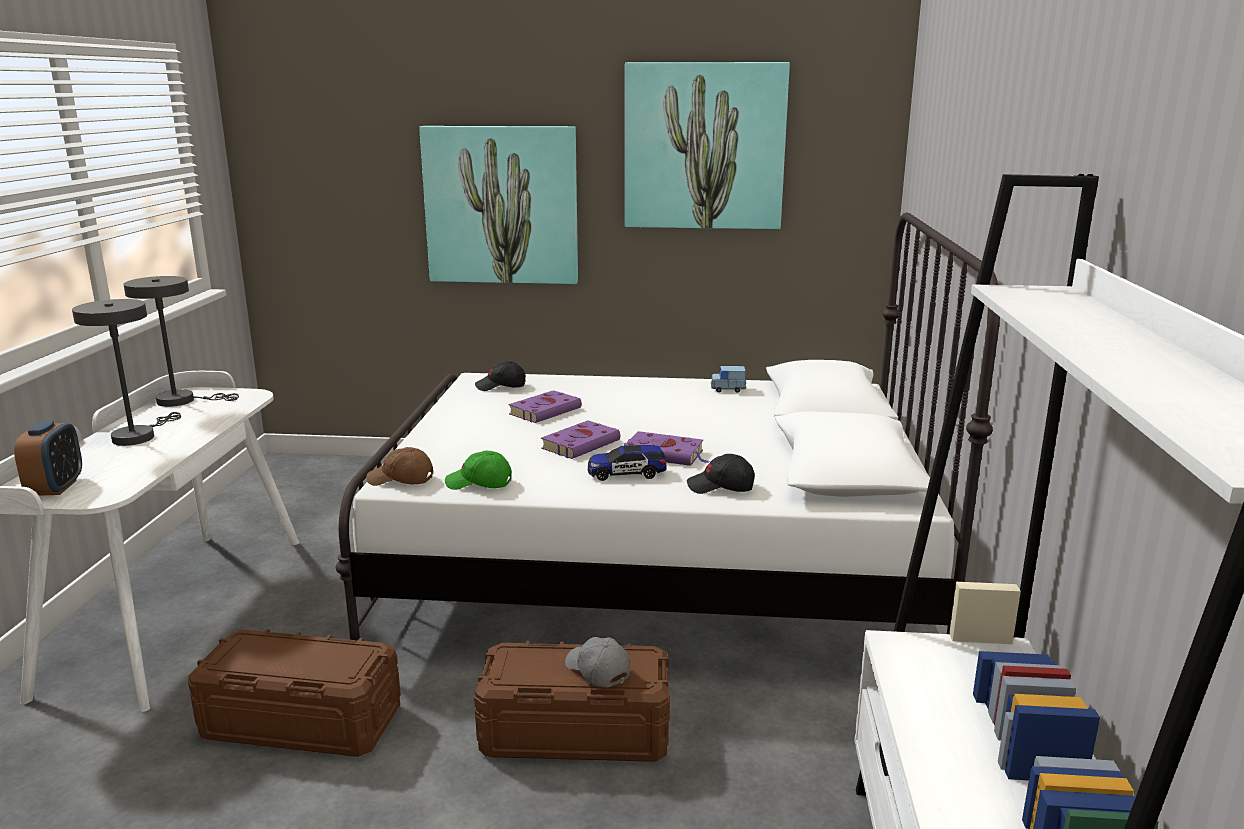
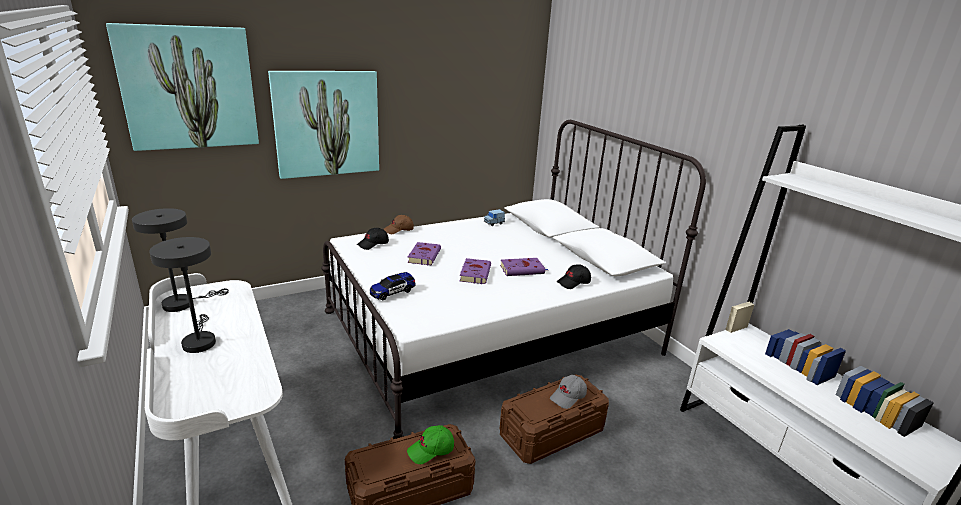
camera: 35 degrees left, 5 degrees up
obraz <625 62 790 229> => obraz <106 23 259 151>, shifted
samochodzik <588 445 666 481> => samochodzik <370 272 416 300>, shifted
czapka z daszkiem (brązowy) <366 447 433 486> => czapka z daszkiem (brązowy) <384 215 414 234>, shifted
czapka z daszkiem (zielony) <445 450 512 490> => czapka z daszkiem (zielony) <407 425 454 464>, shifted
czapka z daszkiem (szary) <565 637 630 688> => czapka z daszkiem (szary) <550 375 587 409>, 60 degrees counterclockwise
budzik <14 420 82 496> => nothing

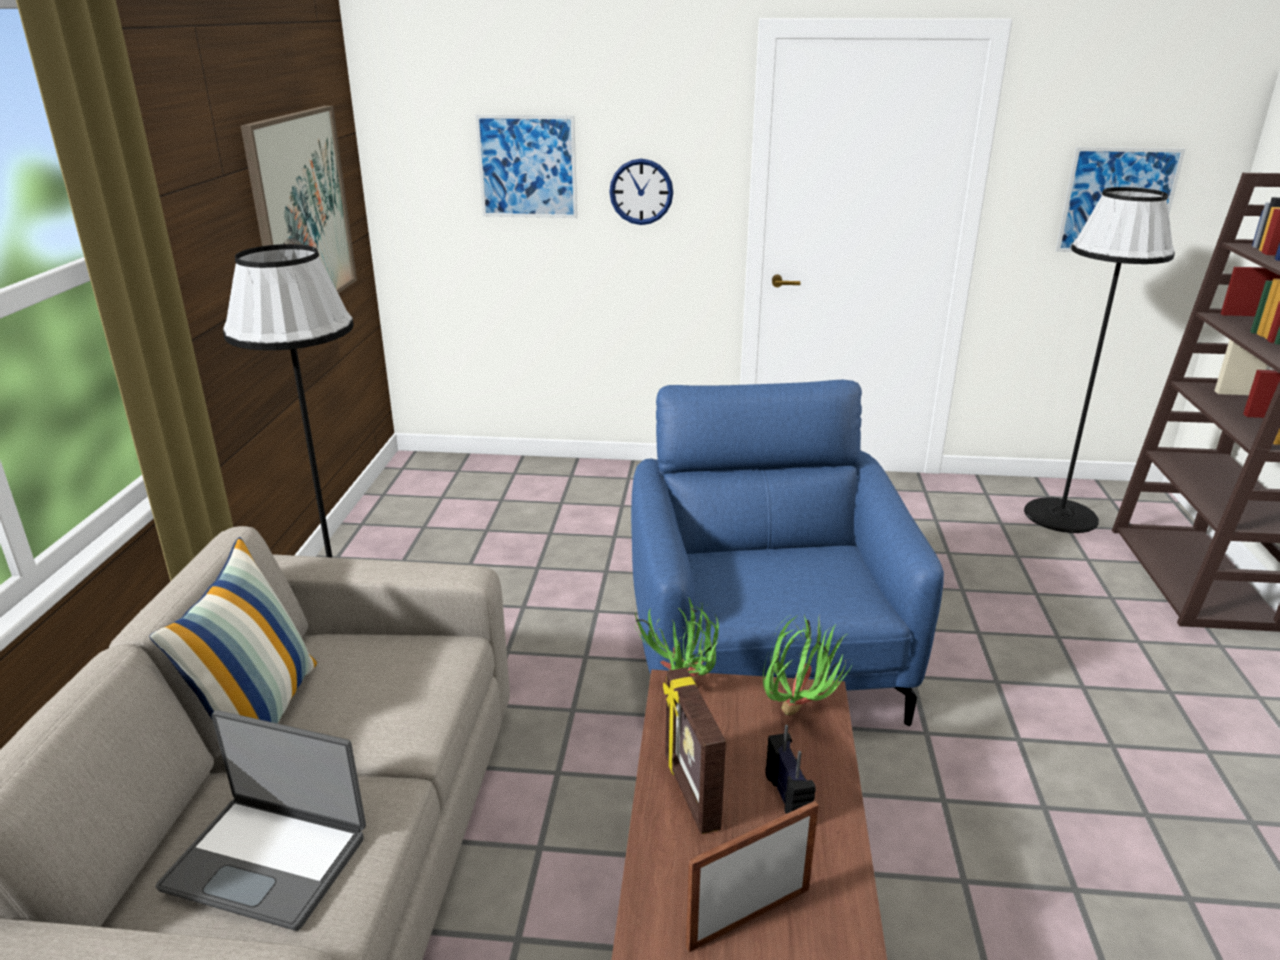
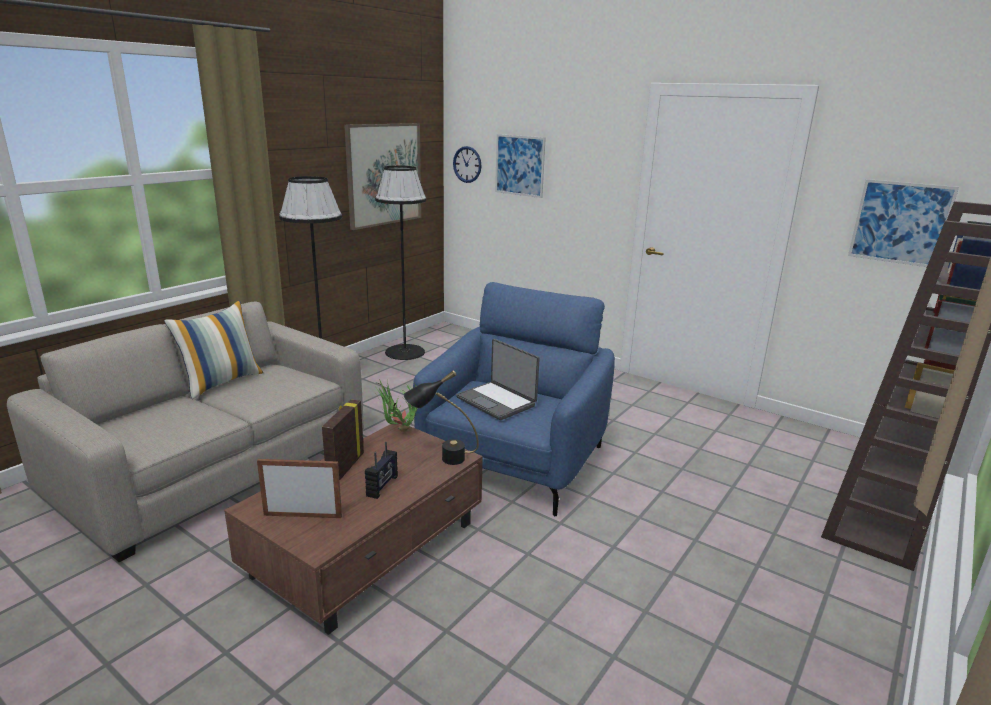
camera: 30 degrees right, 5 degrees down
lampa stojąca (czarny) <1024 187 1175 533> => lampa stojąca (czarny) <375 165 427 360>, shifted
roślina doniczkowa <763 613 854 716> => lampa stołowa (czarny) <404 370 479 465>
zegar ścienny <609 159 673 225> => zegar ścienny <453 146 481 183>, shifted
laptop <155 710 366 931> => laptop <456 339 540 420>, shifted

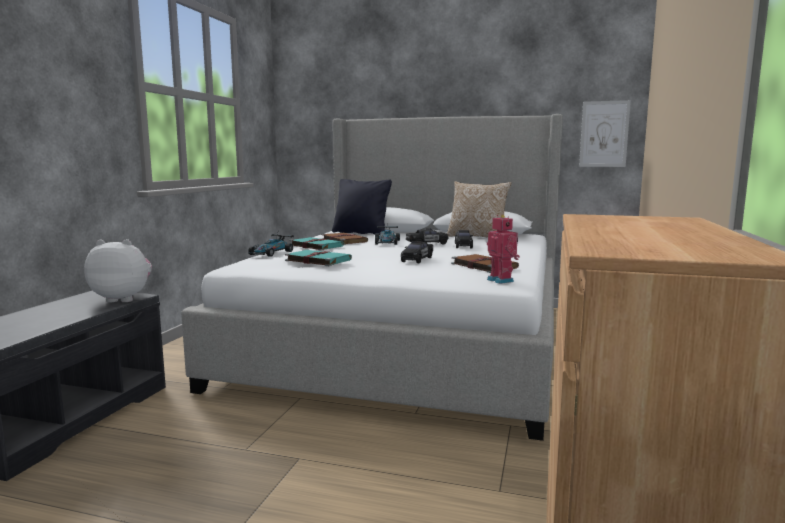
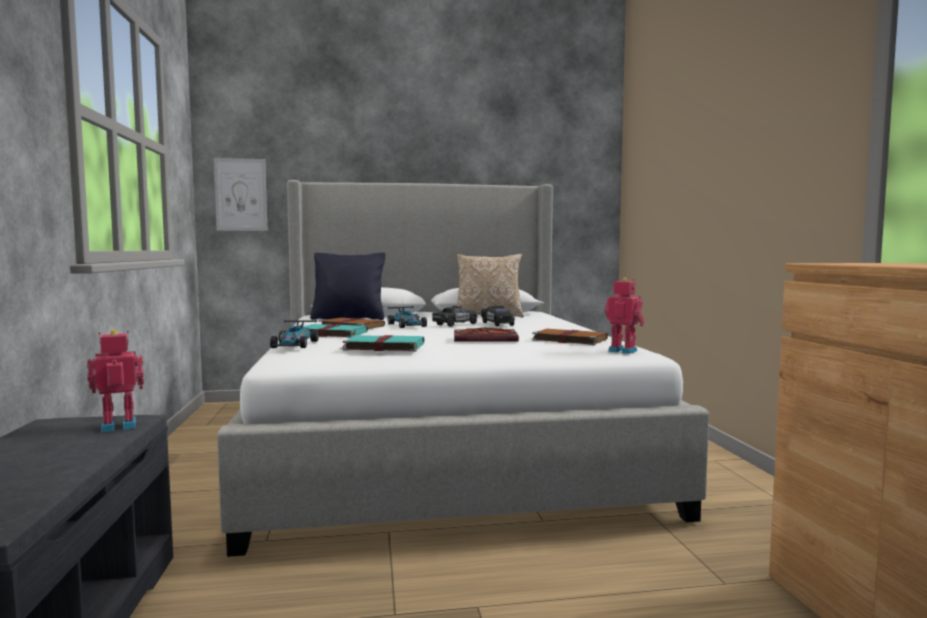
camera: 25 degrees left, 5 degrees down
pluszak <84 239 152 302> => robot zabawkowy <87 330 144 432>
obraz <579 100 631 167> => obraz <214 158 267 231>, shifted
samochodzik (czarny) <401 241 433 263> => książka <454 328 519 342>

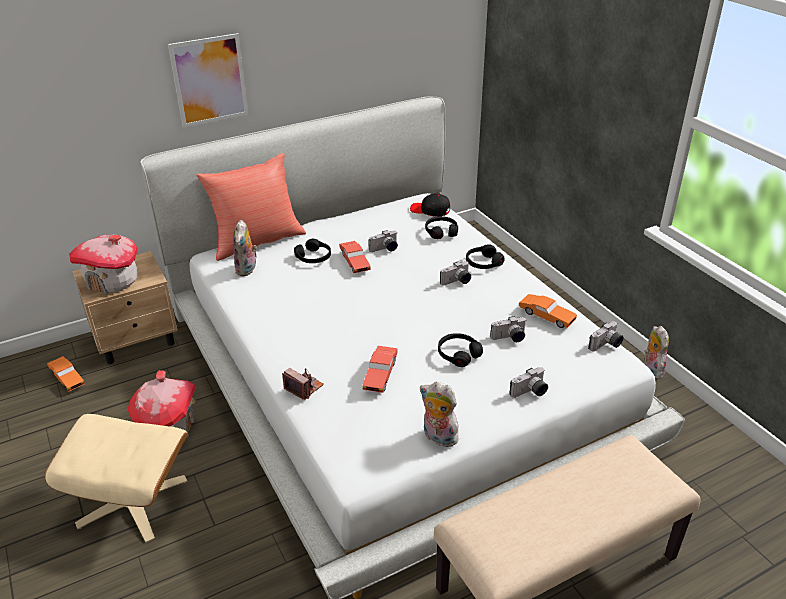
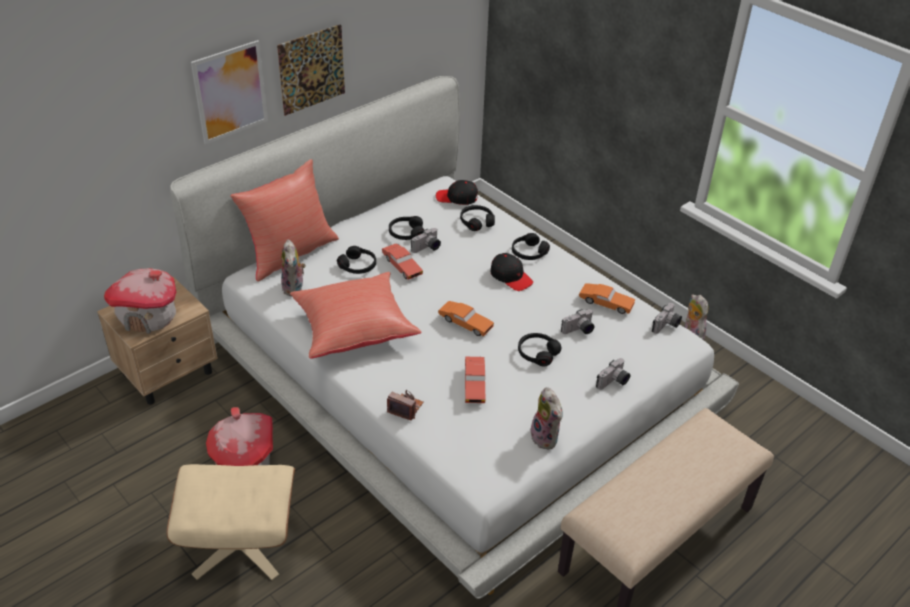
camera: 15 degrees left, 5 degrees up
nothing => obraz <277 24 345 116>
nothing => poduszka (czerwony) <290 272 421 359>
nothing => słuchawki (czarny) <389 216 424 240>
samochodzik (pomarańczowy) <47 356 85 392> => samochodzik (pomarańczowy) <438 301 494 336>, shifted
aparat fotograficzny <440 261 471 286> => czapka z daszkiem (czarny) <490 253 533 291>
pluszak <420 382 459 447> => pluszak <531 387 563 450>, 135 degrees counterclockwise

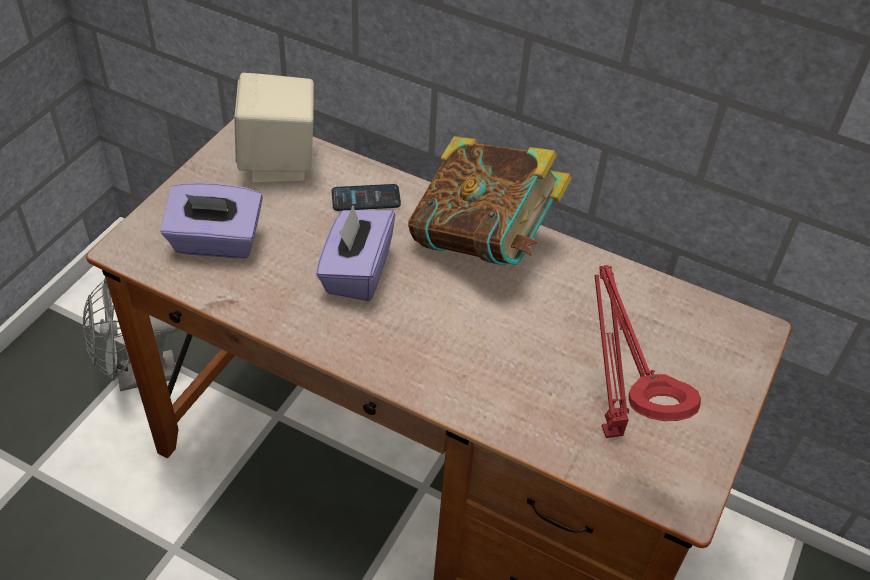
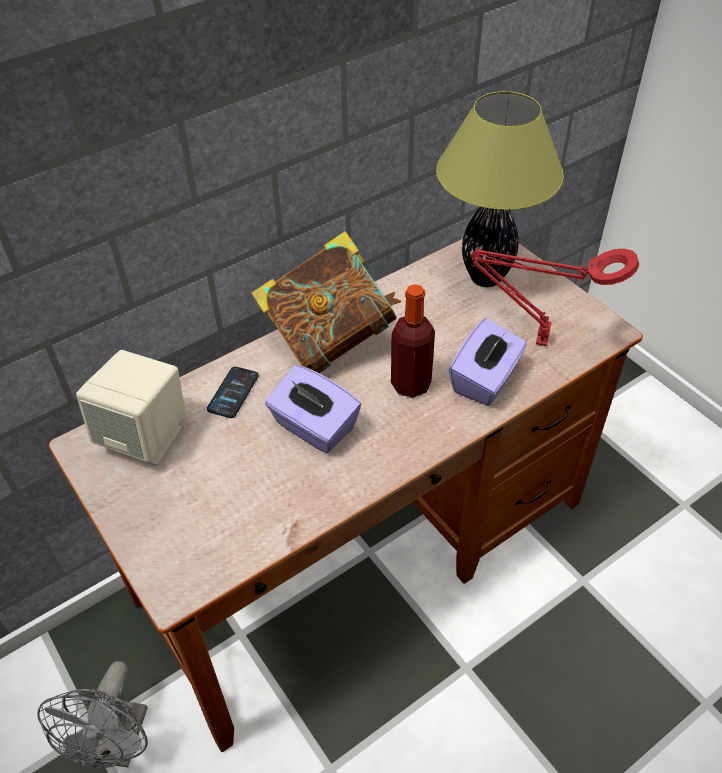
camera: 60 degrees left, 0 degrees up
nothing => butelka <391 284 435 398>
nothing => lampa stołowa <436 91 564 287>
pudełko chusteczek (fioletowy) <161 183 263 258> => pudełko chusteczek (fioletowy) <449 318 527 406>, shifted

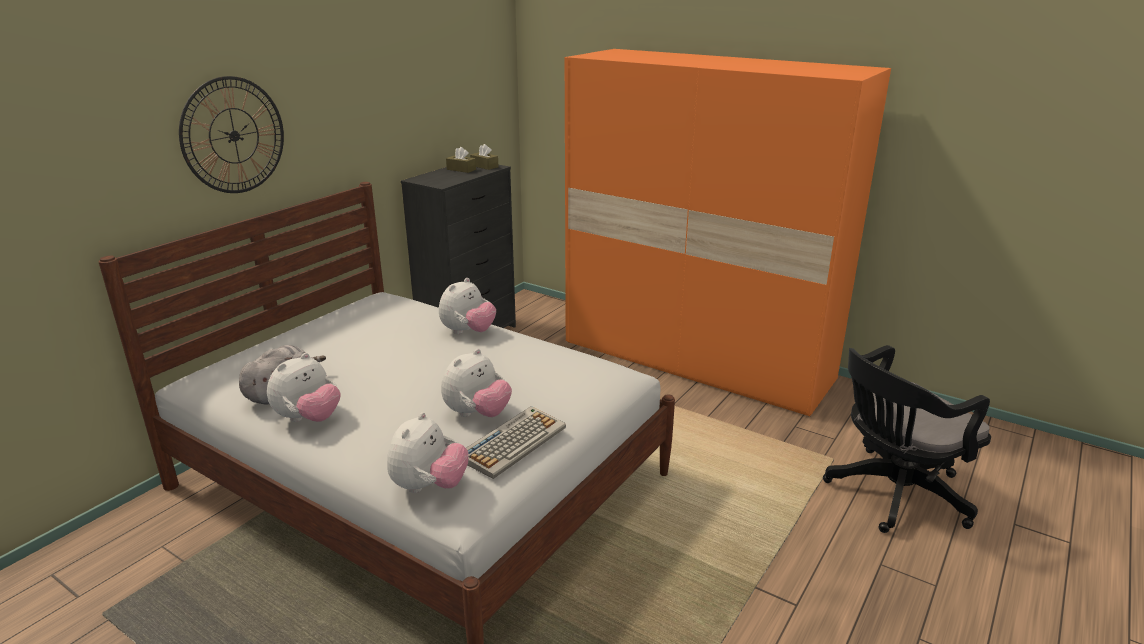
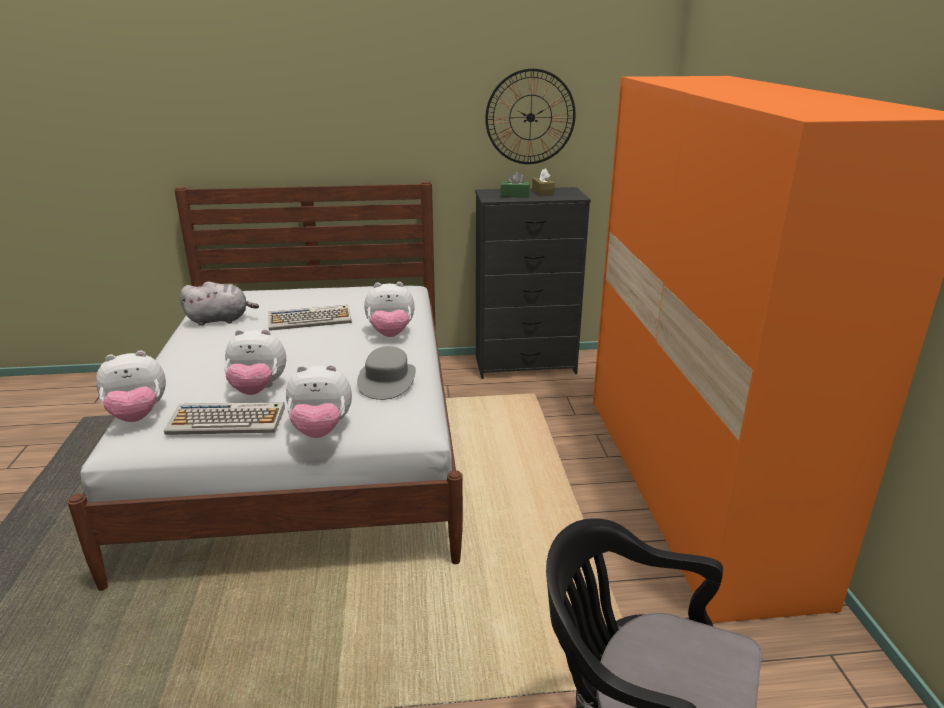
camera: 50 degrees right, 0 degrees up
nothing => klawiatura <268 305 352 331>
pluszak <267 353 340 422> => pluszak <286 365 352 438>, shifted
nothing => kapelusz (szary) <357 346 416 400>
zegar ścienny <179 76 284 193> => zegar ścienny <485 68 576 164>, shifted
nothing => pudełko chusteczek (zielony) <500 171 530 197>
pudełko chusteczek (brązowy) <470 144 498 170> => nothing

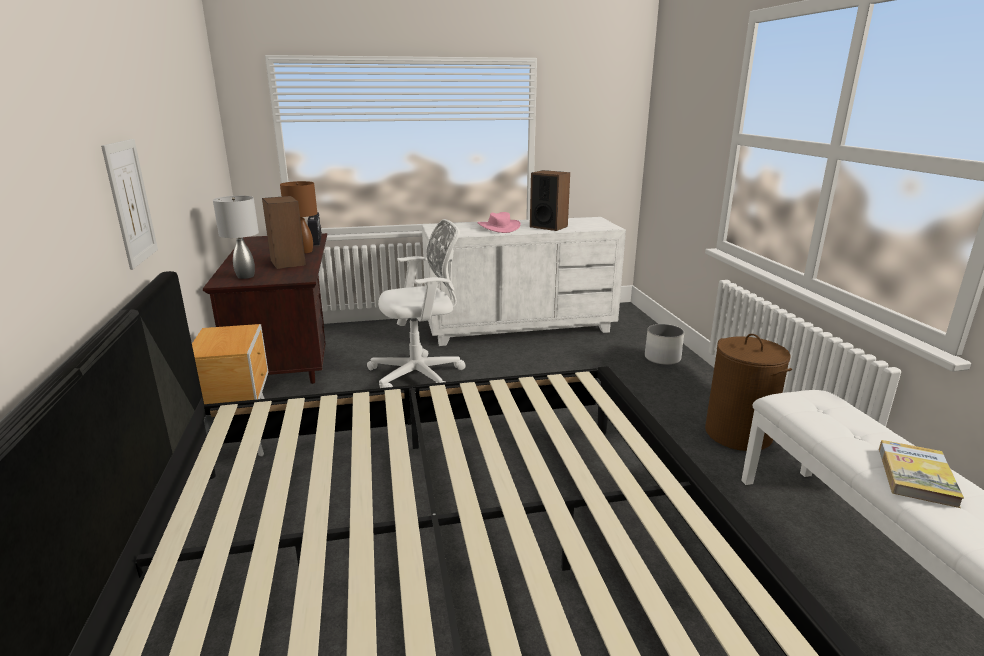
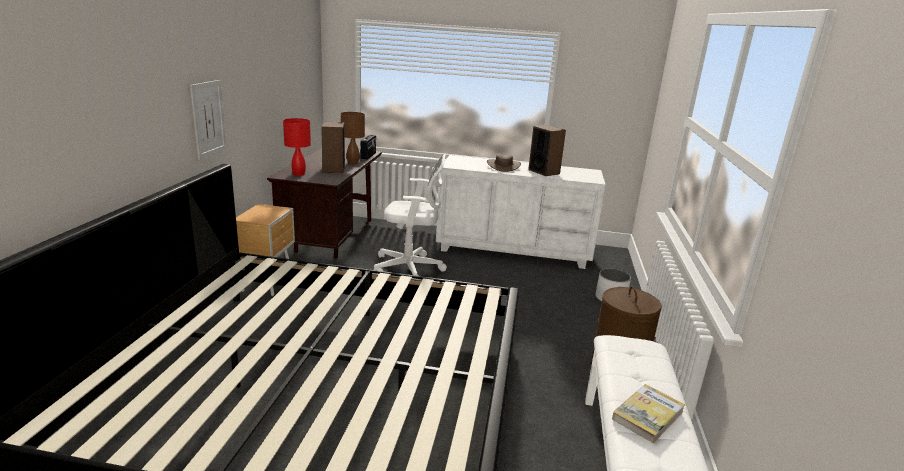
camera: 20 degrees right, 0 degrees up
lampa stołowa (szary) <213 196 259 279> => lampa stołowa (czerwony) <283 118 311 176>
kapelusz (różowy) <478 212 521 233> => kapelusz (brązowy) <487 154 521 172>

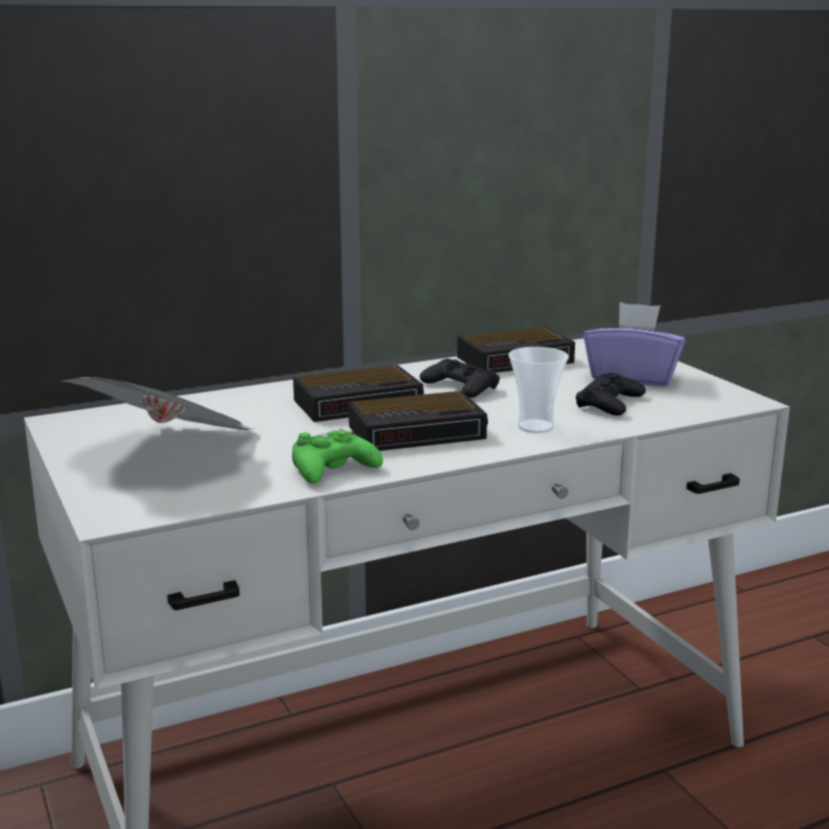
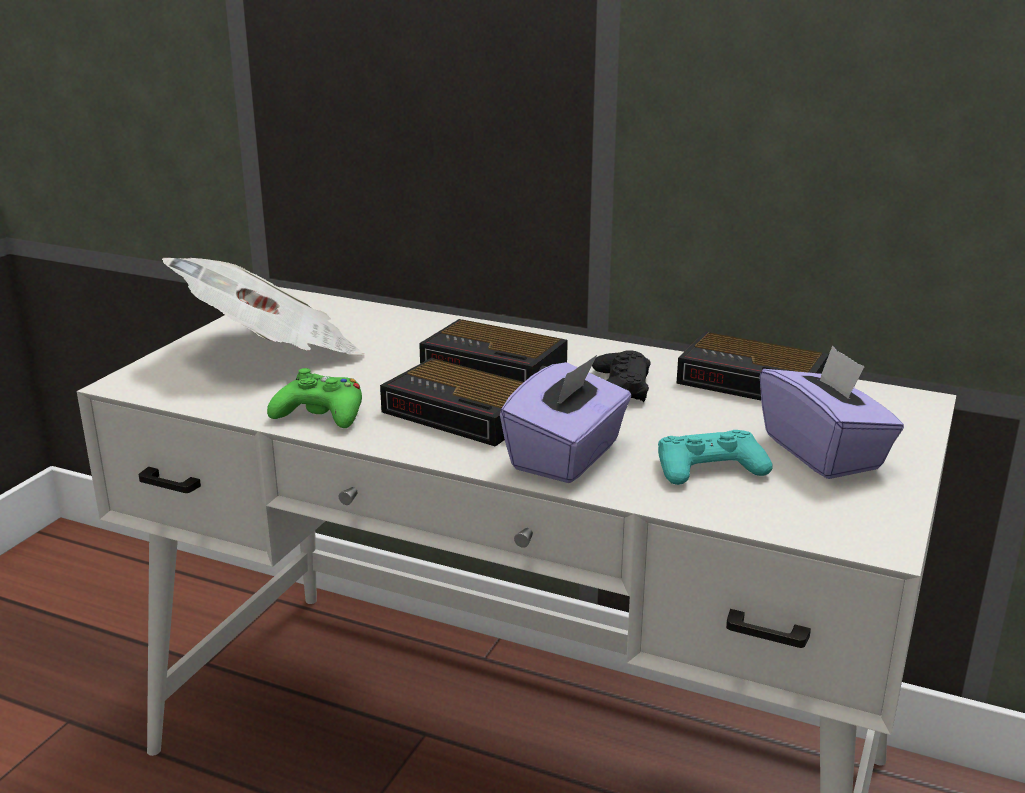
camera: 50 degrees right, 5 degrees up
filiżanka <509 347 569 433> => pudełko chusteczek (fioletowy) <500 355 631 483>
pad do gier (czarny) <576 373 646 415> => pad do gier (turkusowy) <658 430 773 485>

